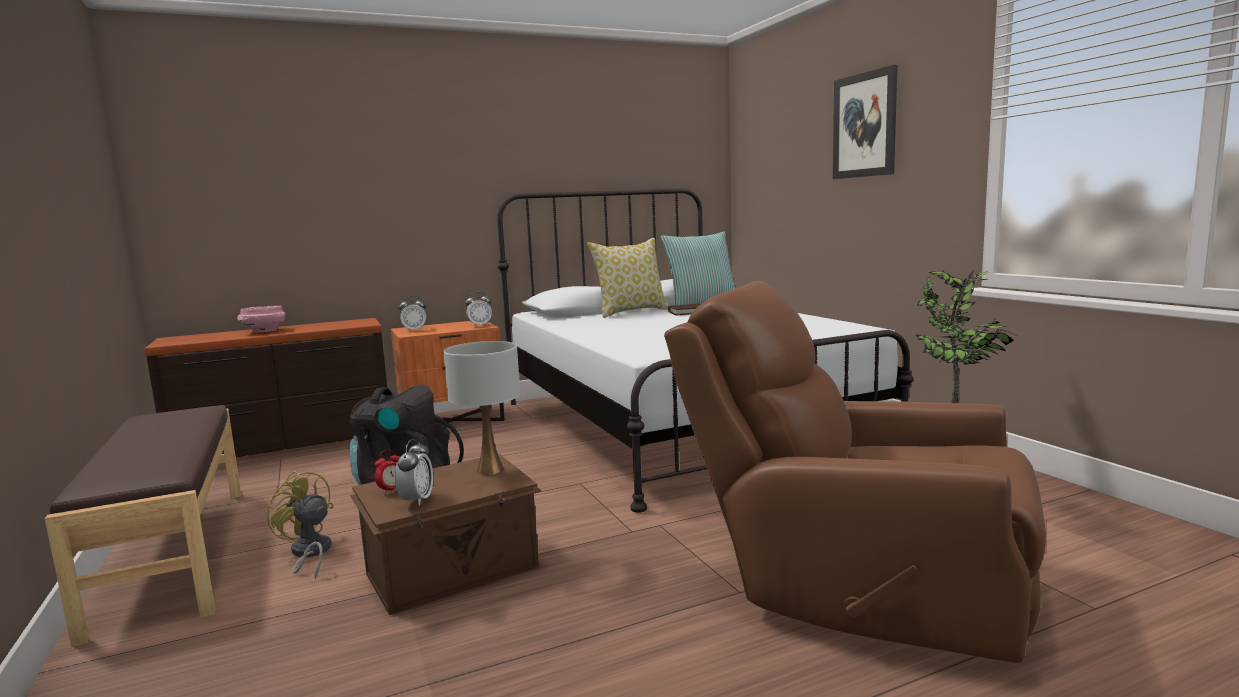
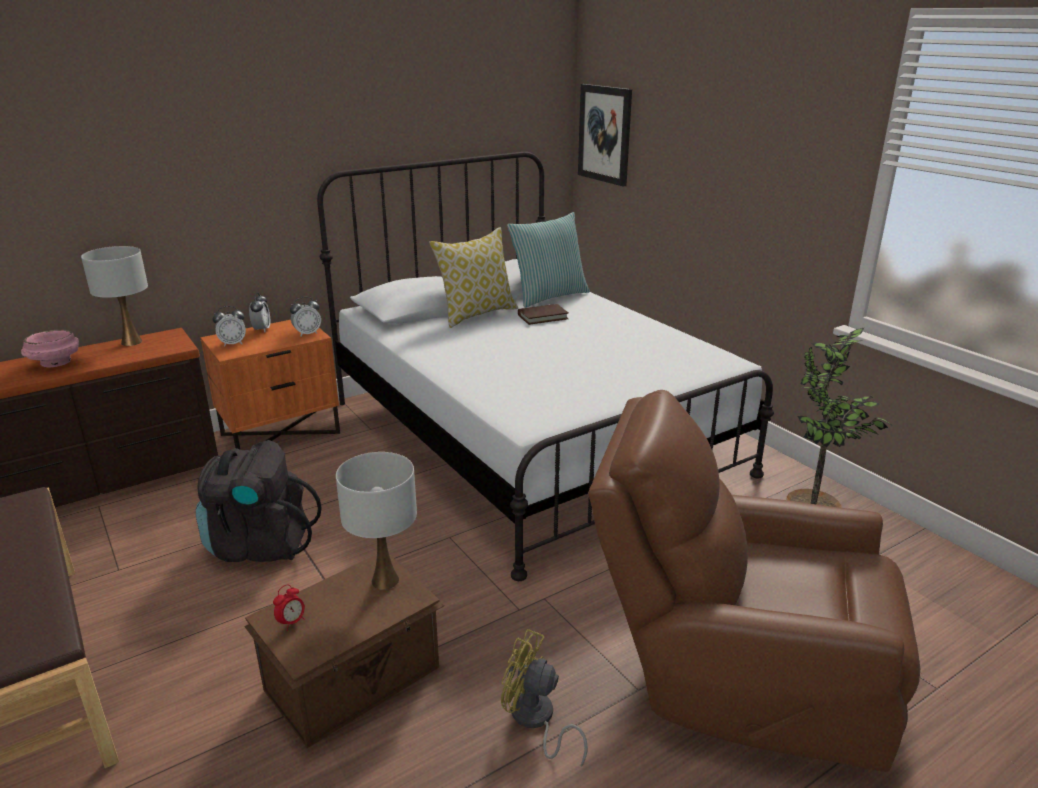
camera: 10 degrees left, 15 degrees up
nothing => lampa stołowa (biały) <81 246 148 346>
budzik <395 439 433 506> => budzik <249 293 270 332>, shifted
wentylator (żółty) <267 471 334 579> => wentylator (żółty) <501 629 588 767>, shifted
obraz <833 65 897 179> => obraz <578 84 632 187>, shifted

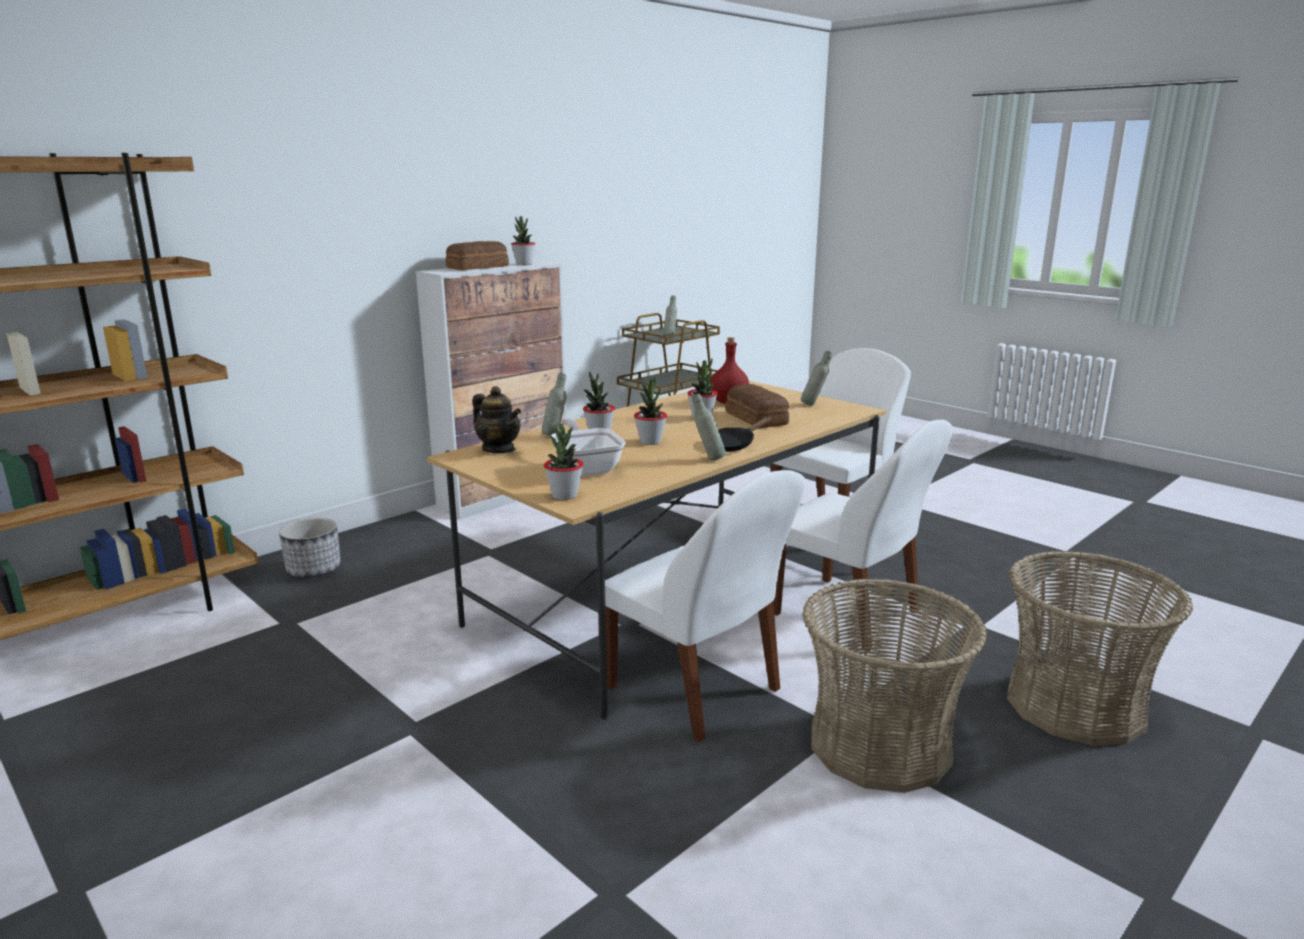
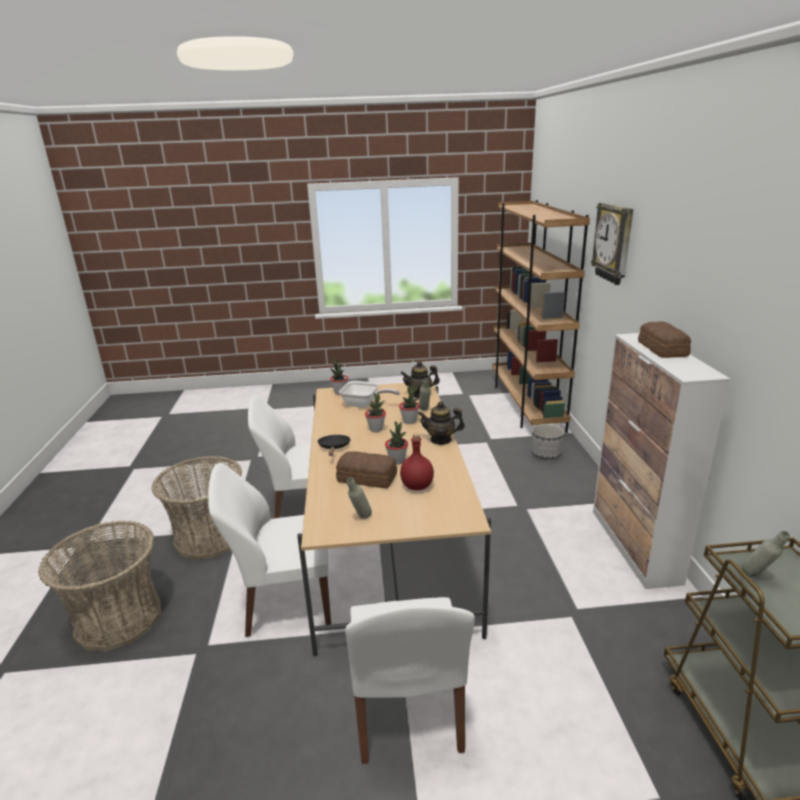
camera: 130 degrees right, 5 degrees up
nothing => imbryk <418 401 465 445>
nothing => zegar ścienny <591 203 633 285>
roślina doniczkowa <511 216 535 265> => nothing
butelka (szary) <692 393 726 461> => nothing

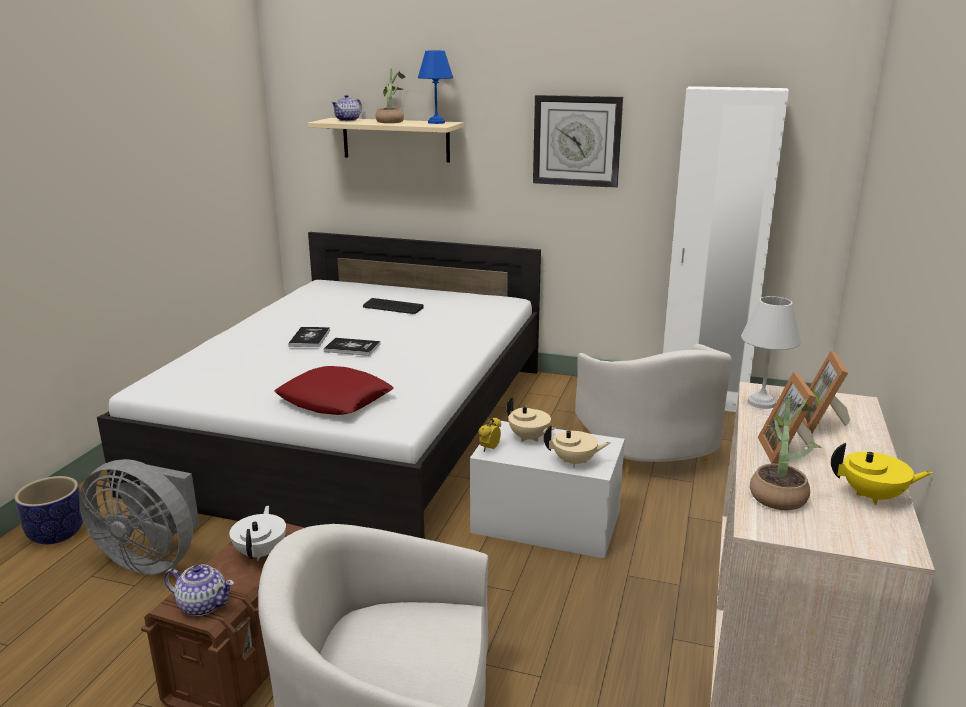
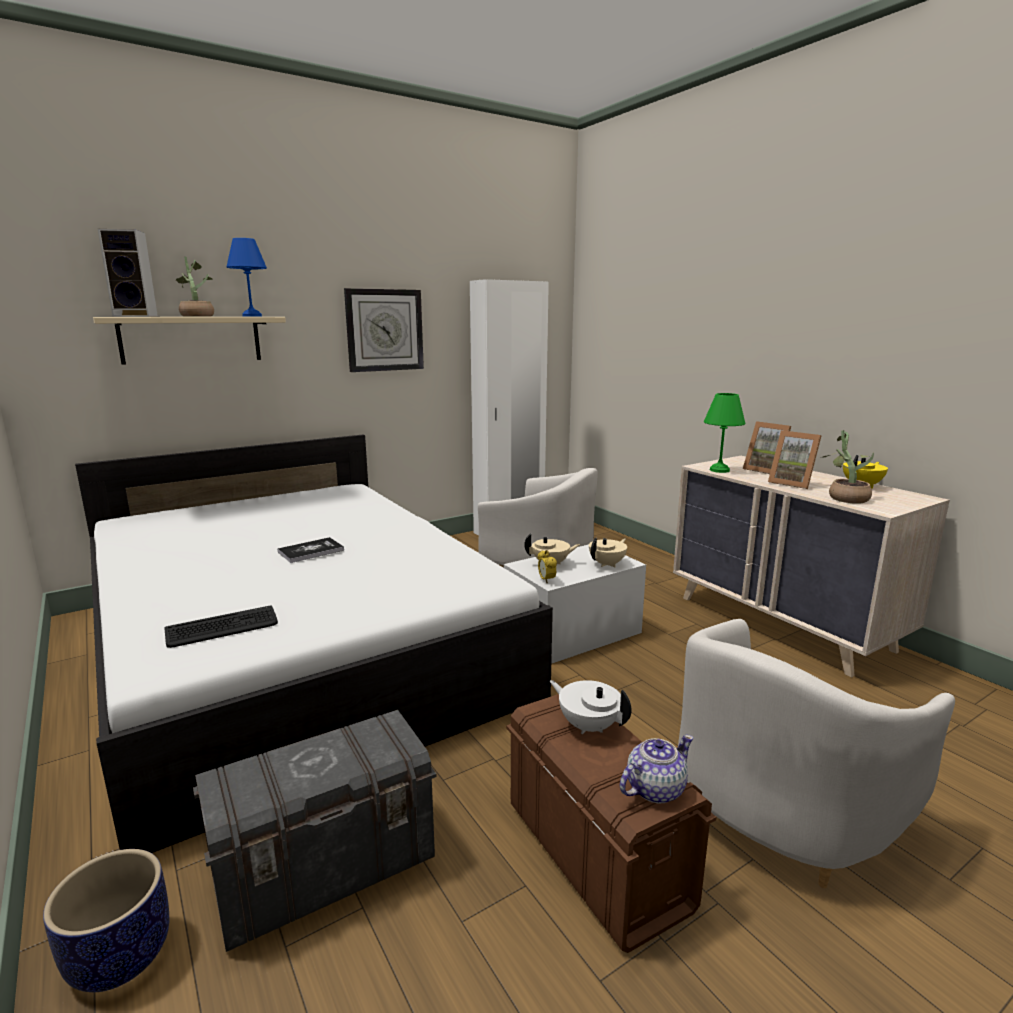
camera: 50 degrees left, 5 degrees down
imbryk <331 95 362 121> => głośnik <98 229 158 317>
klawiatura <363 298 424 314> => klawiatura <164 606 278 648>, shifted
wentylator (szary) <79 459 199 575> => pojemnik do przechowywania (szary) <193 710 437 952>
lampa stołowa (biały) <741 296 801 409> => lampa stołowa (zielony) <704 393 745 473>
poduszka (czerwony) <274 366 394 415> => nothing
książka <288 327 330 347> => nothing

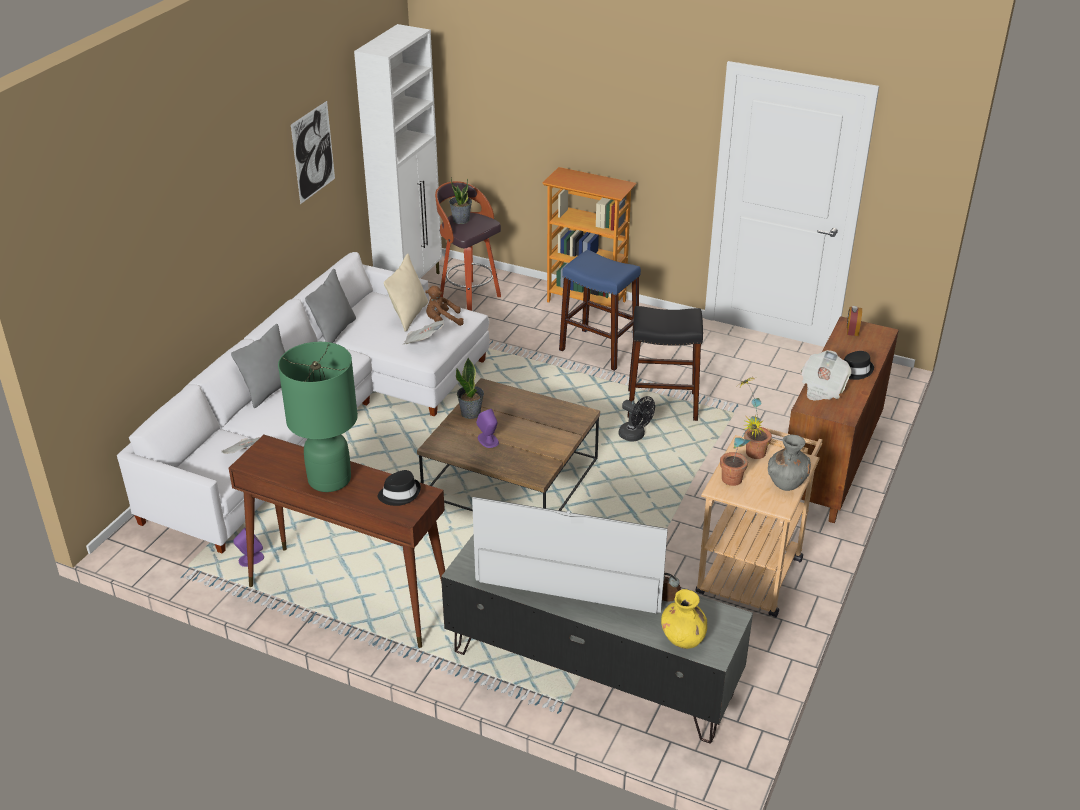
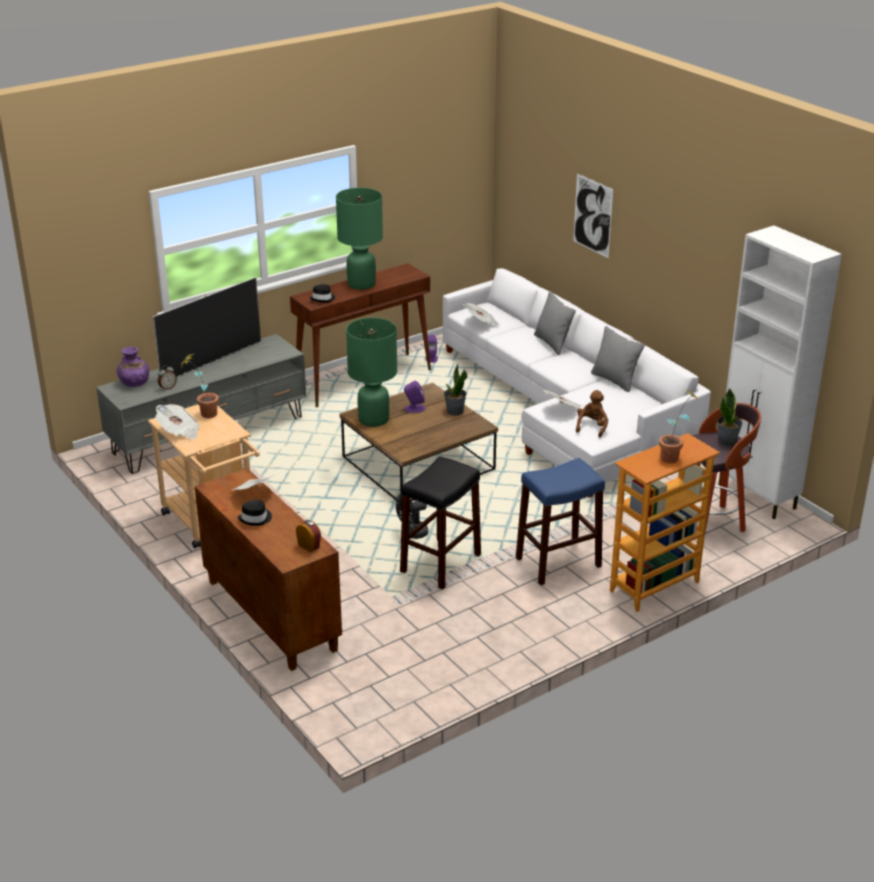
camera: 120 degrees right, 5 degrees down
wazon (żółty) <661 589 707 649> => wazon (fioletowy) <117 347 149 387>
wazon (szary) <768 435 811 491> => gazeta <155 404 200 440>
nothing => lampa stołowa (zielony) <346 318 397 427>
obraz <291 101 335 204> => obraz <573 173 613 259>, shifted
roślina doniczkowa <735 377 772 459> => roślina doniczkowa <659 389 699 463>, shifted
poduszka (beżowy) <384 254 428 332> => nothing

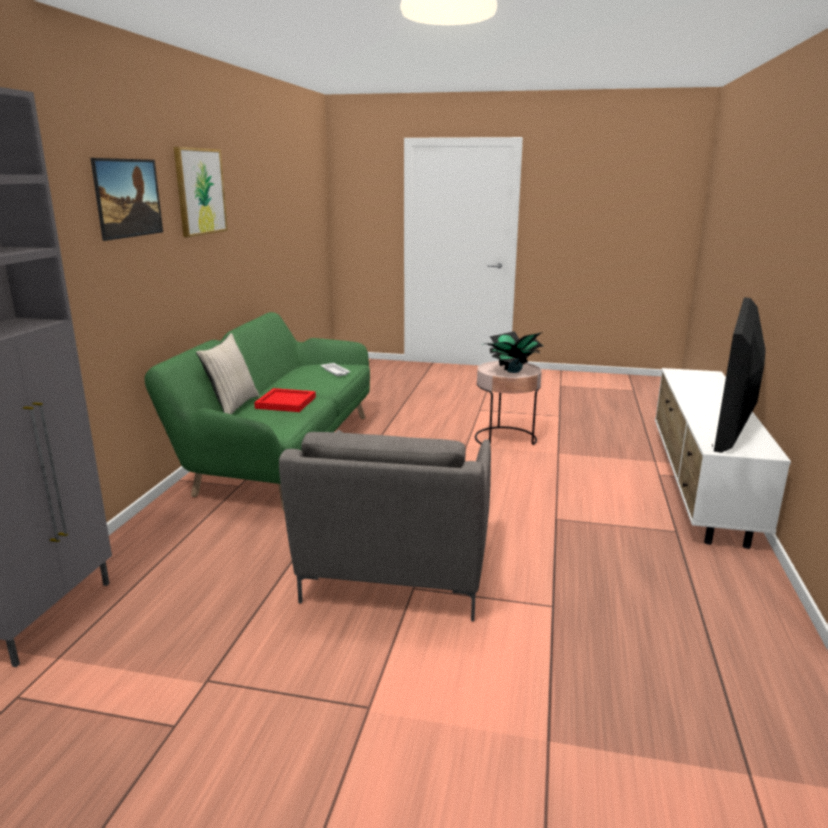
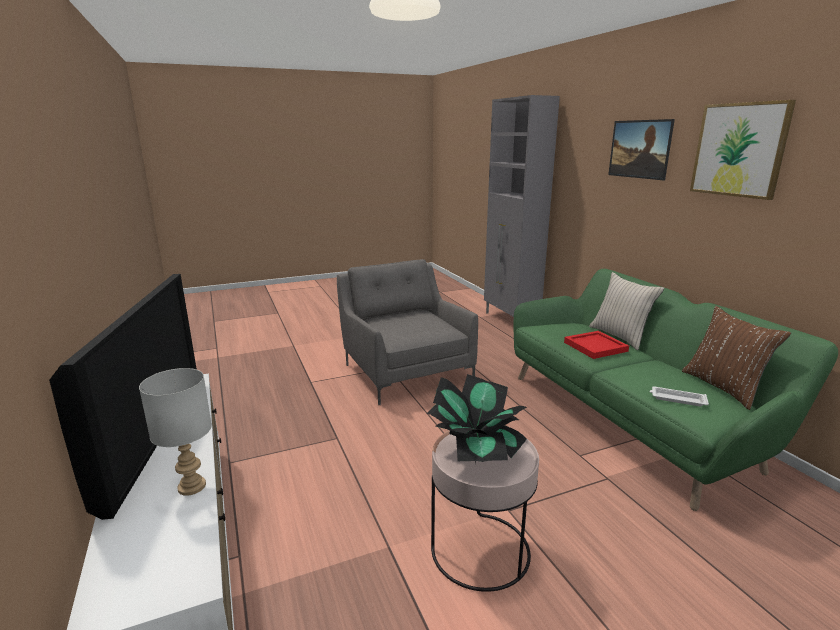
camera: 145 degrees right, 0 degrees up
nothing => lampa stołowa (szary) <139 368 212 496>
nothing => poduszka (brązowy) <682 306 791 410>

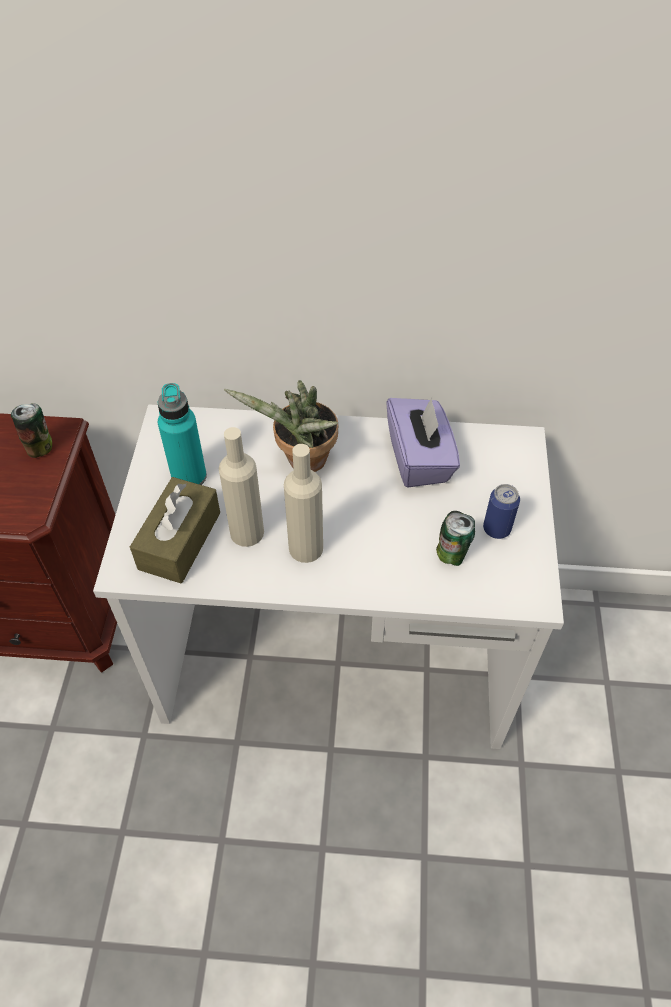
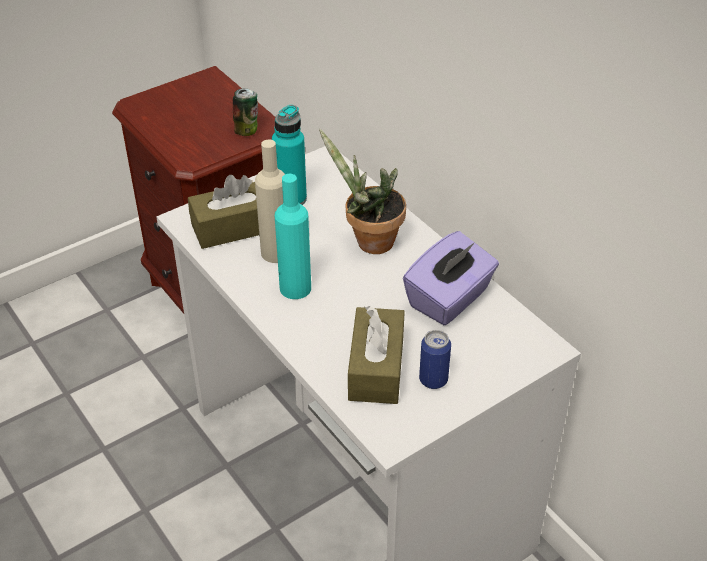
camera: 50 degrees right, 10 degrees down
butelka (beżowy) <284 444 323 563> => butelka (turkusowy) <275 174 311 299>
puszka <436 511 475 566> => pudełko chusteczek (brązowy) <348 306 405 404>

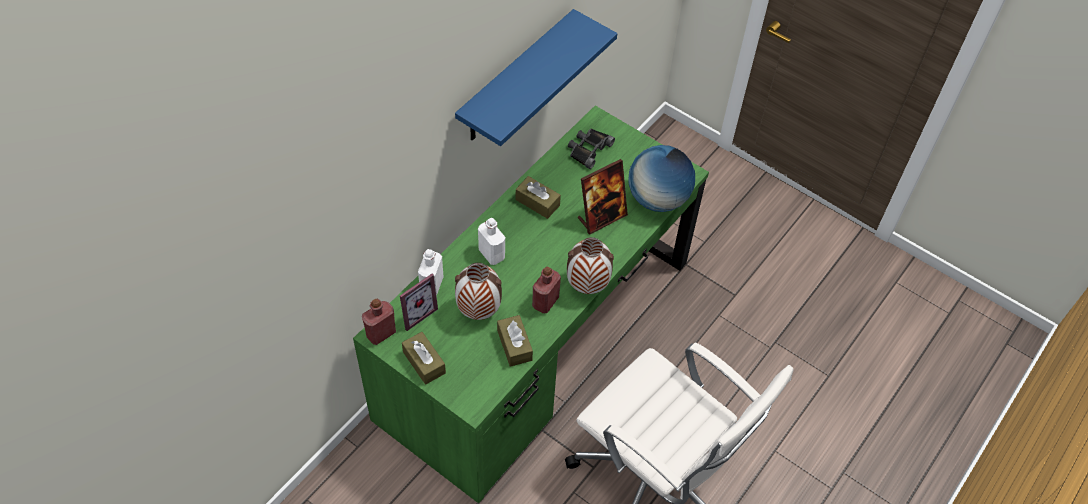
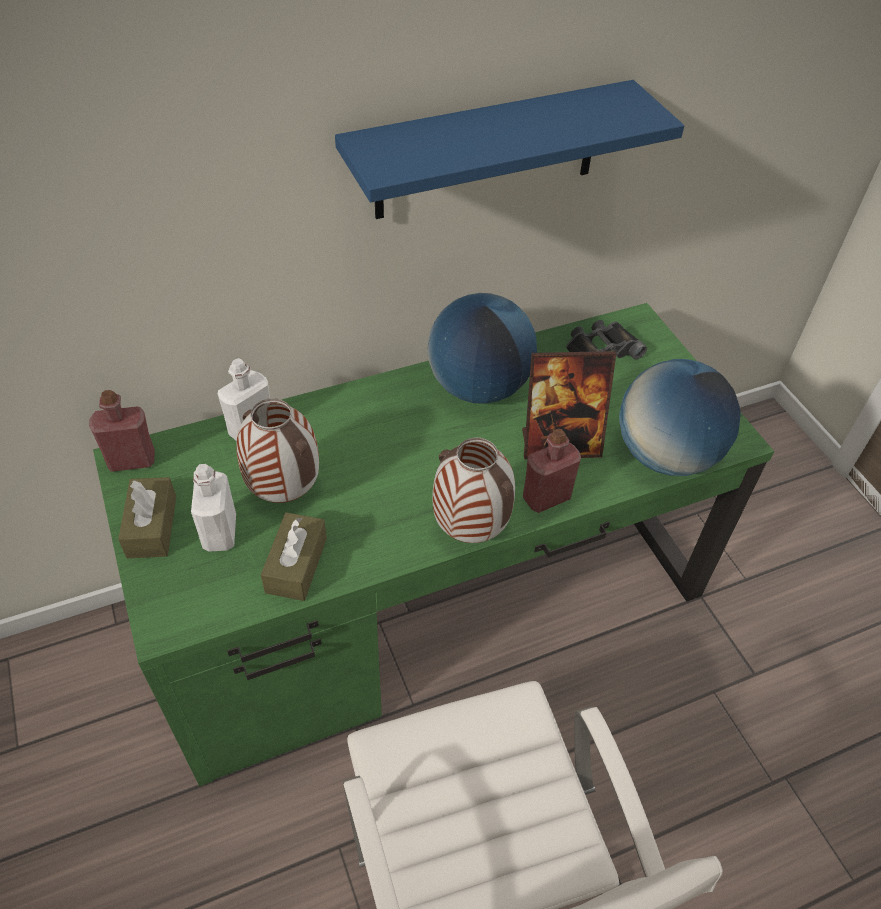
camera: 30 degrees right, 5 degrees down
butelka (biały) <478 218 505 265> => butelka (biały) <191 464 236 552>, shifted
pudełko chusteczek (brązowy) <516 176 561 219> => globus <427 293 537 404>
butelka (czerwony) <532 266 561 313> => butelka (czerwony) <523 429 581 513>, shifted
ramka na zdjęcie <400 274 438 331> => nothing

